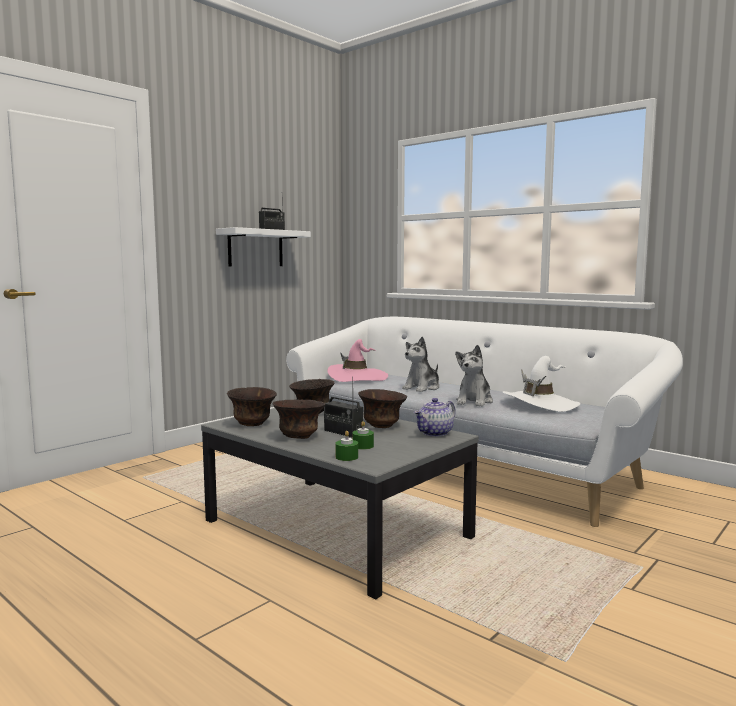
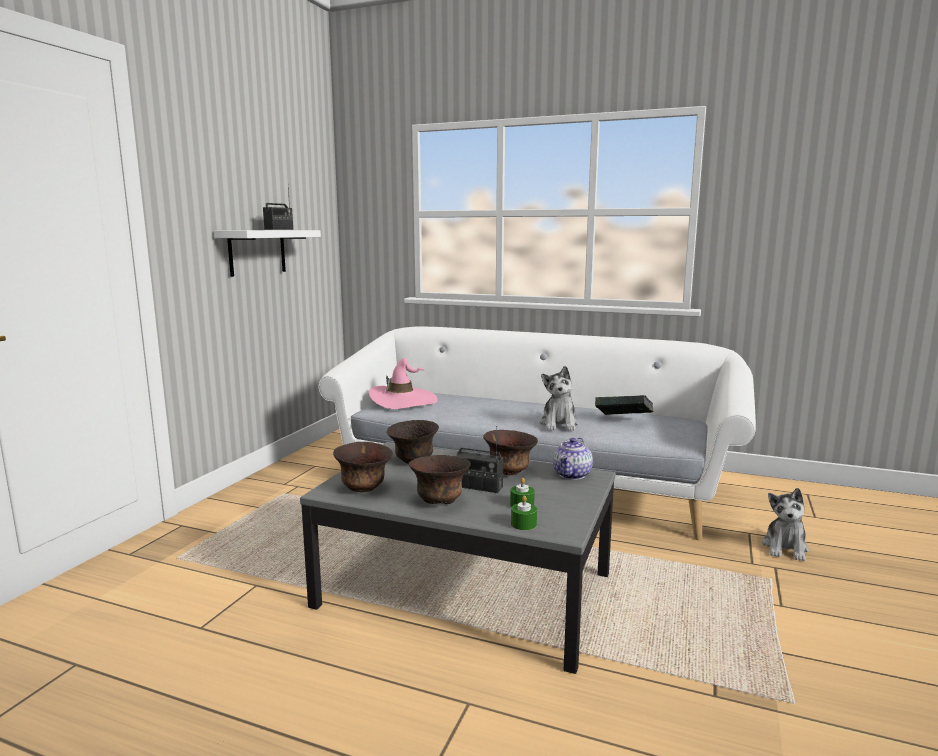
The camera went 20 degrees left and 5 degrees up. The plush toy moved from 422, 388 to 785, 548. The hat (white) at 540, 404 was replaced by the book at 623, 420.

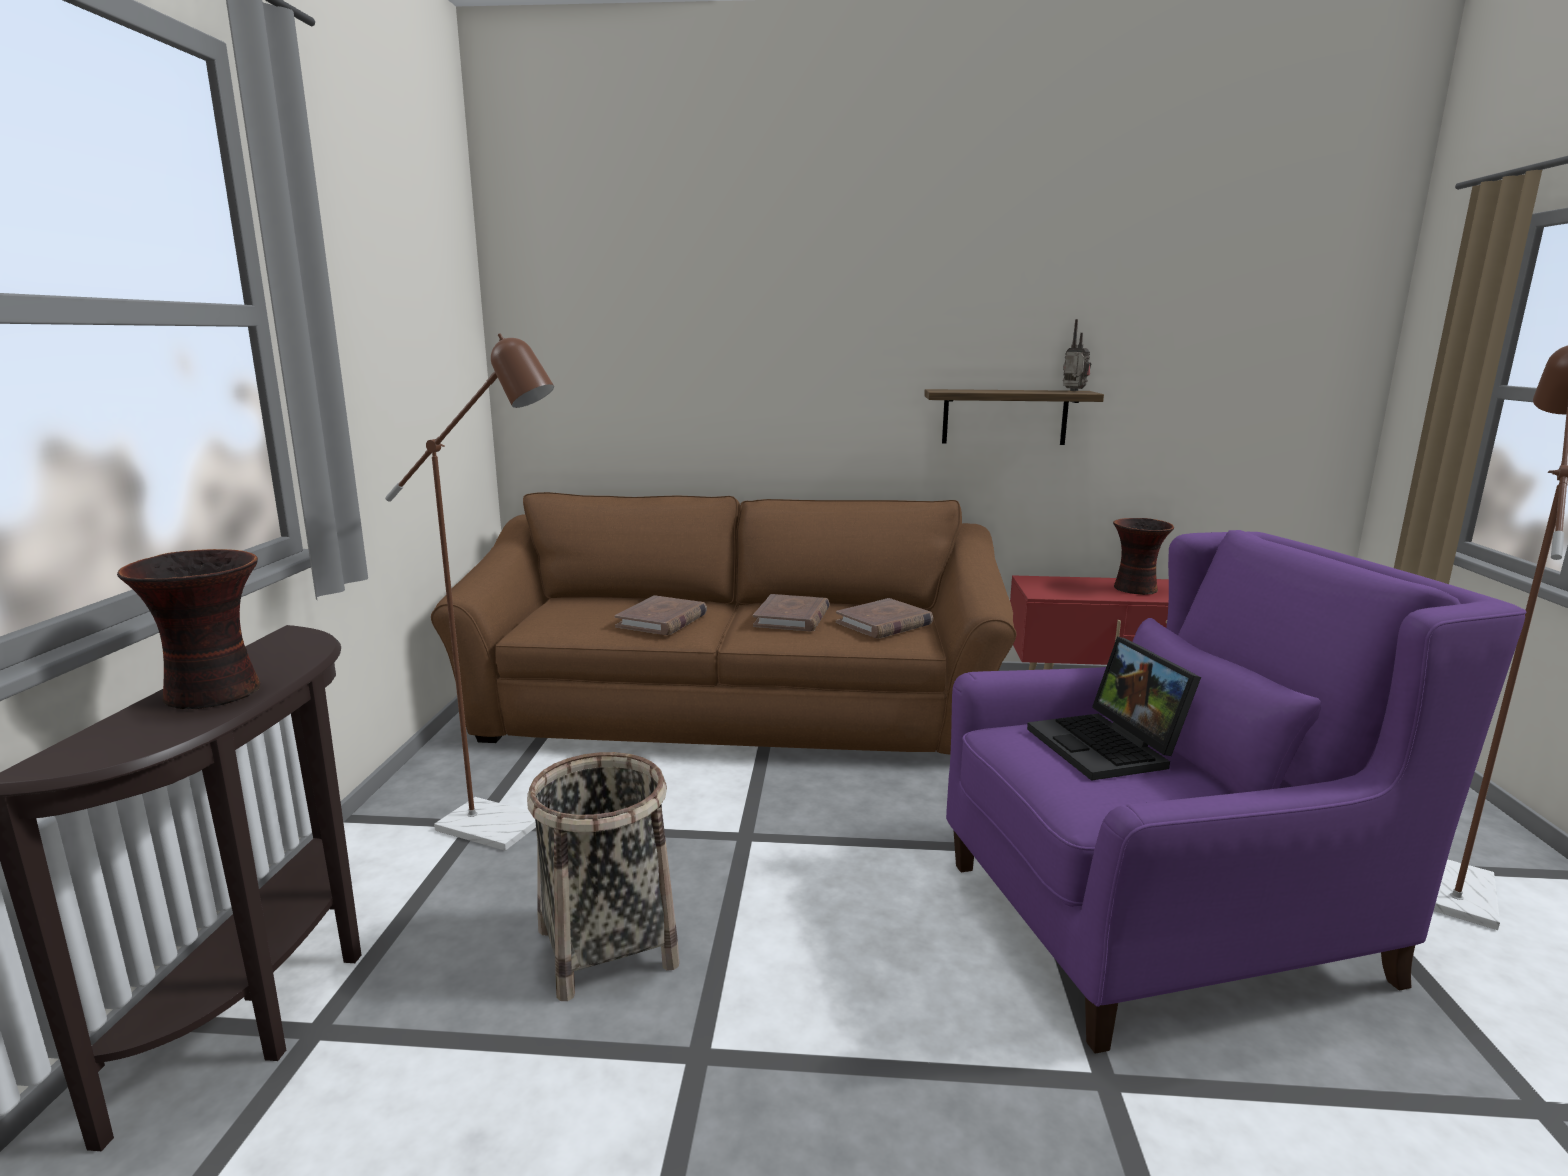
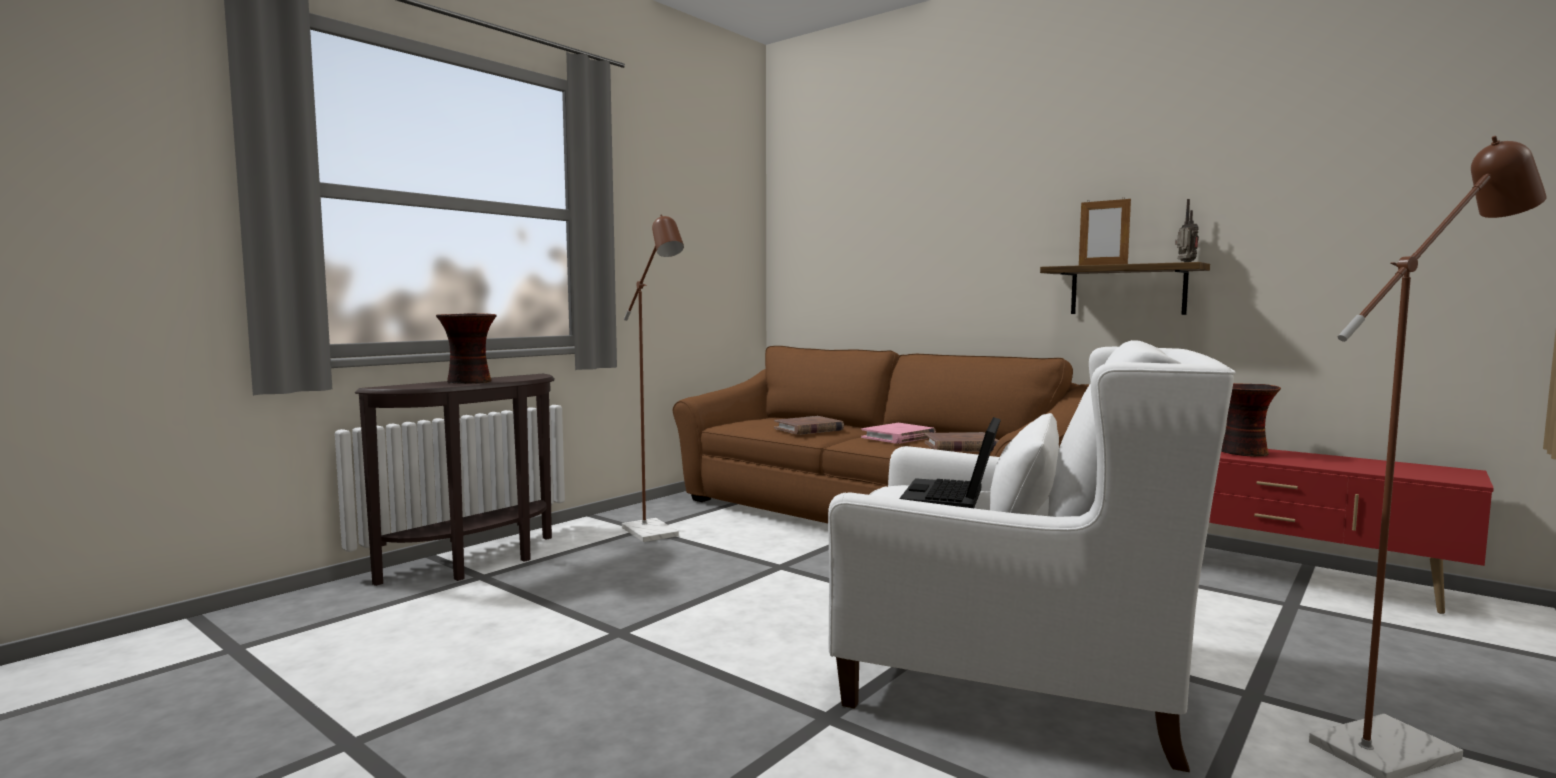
The camera went 35 degrees right and 10 degrees down. The basket at 608, 947 disappeared. The picture frame at 1102, 264 appeared. The book (brown) at 792, 617 became the book (pink) at 898, 437. The armchair (purple) at 1158, 922 became the armchair (white) at 1011, 675.

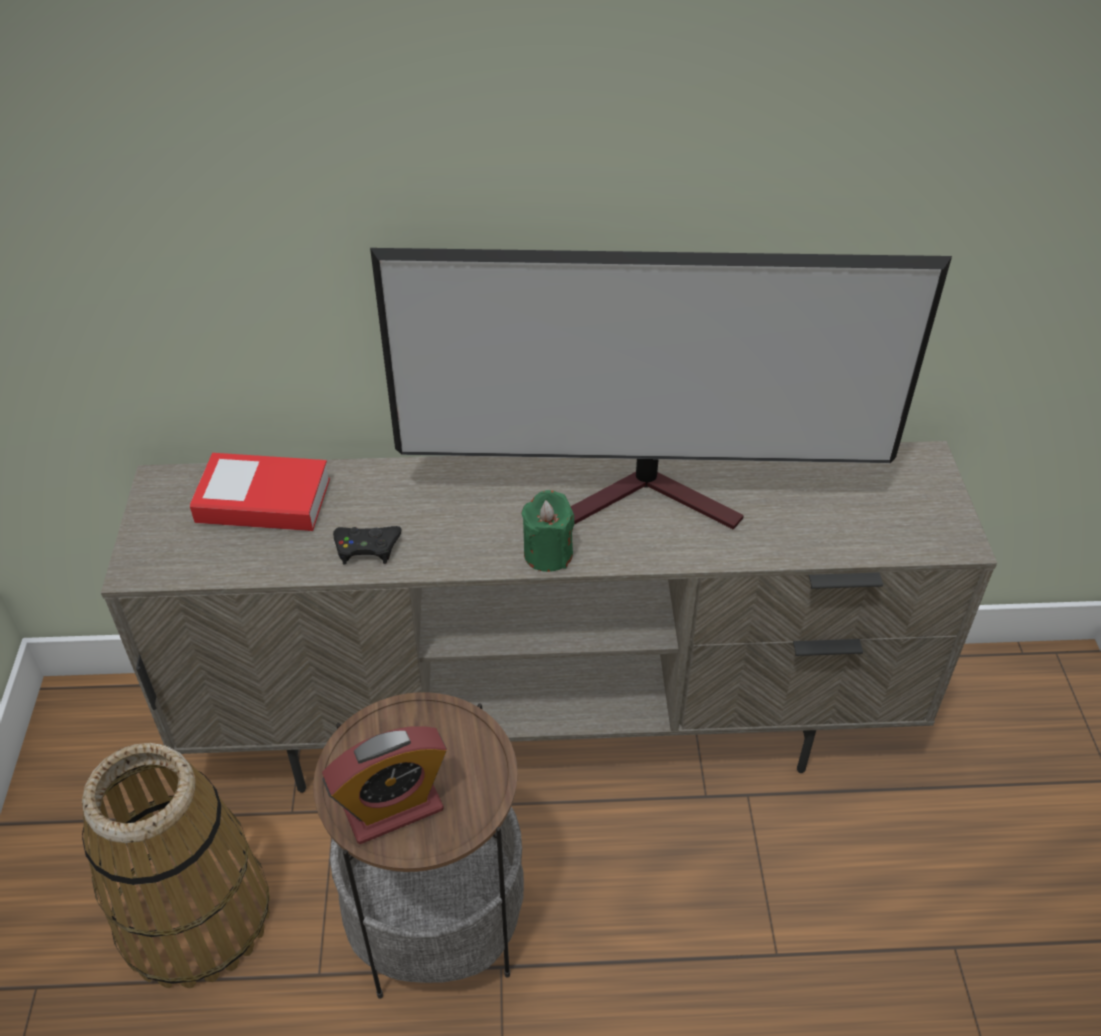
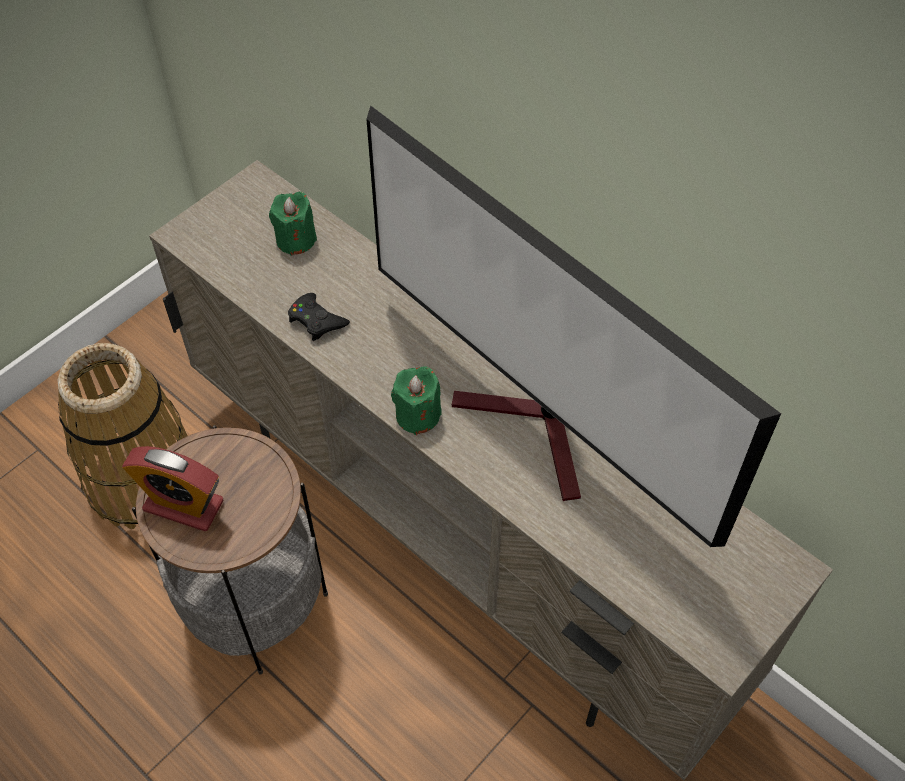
The camera went 45 degrees right and 10 degrees up. The book at 263, 501 was replaced by the candle (green) at 296, 240.

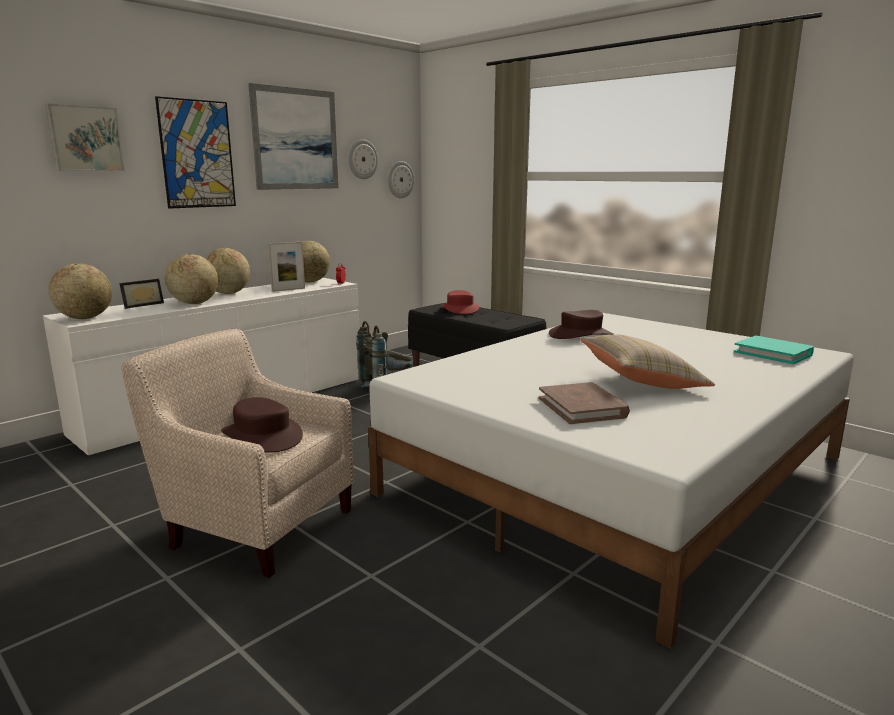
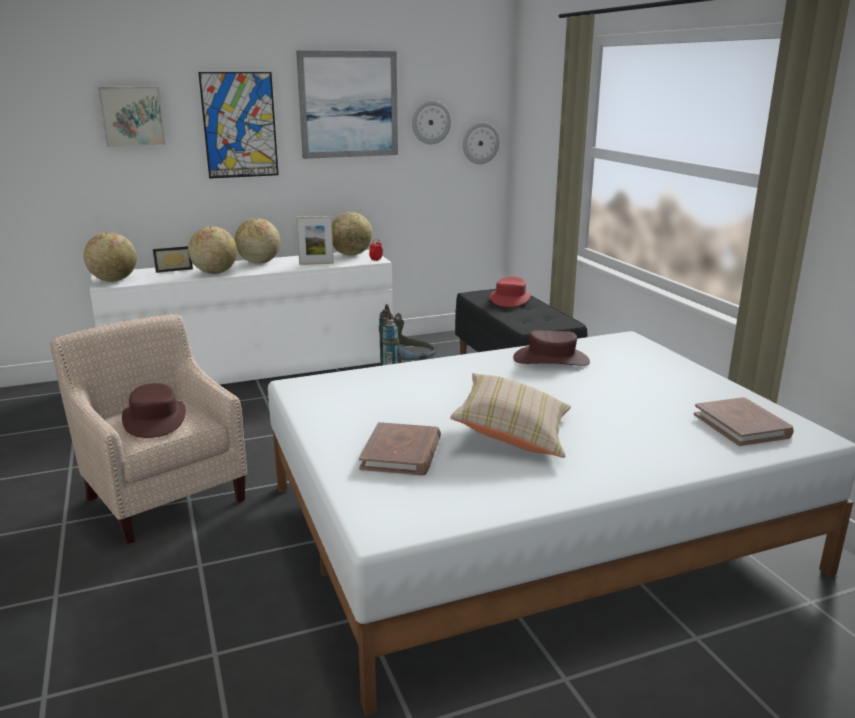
The camera went 25 degrees right and 5 degrees up. The book (turquoise) at 773, 353 became the book (brown) at 742, 425.

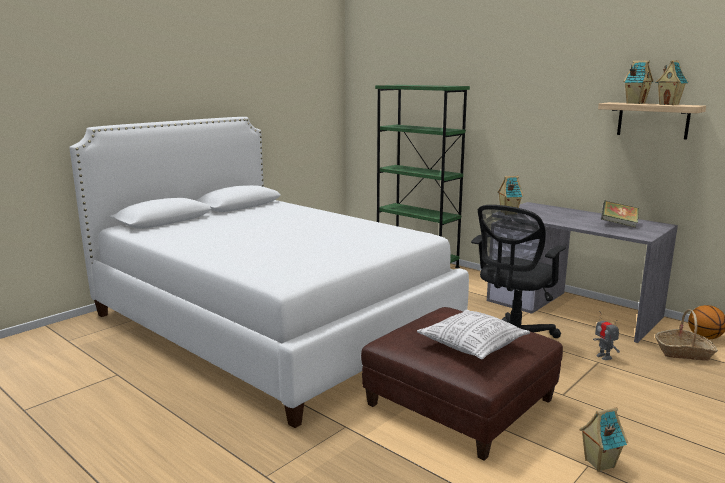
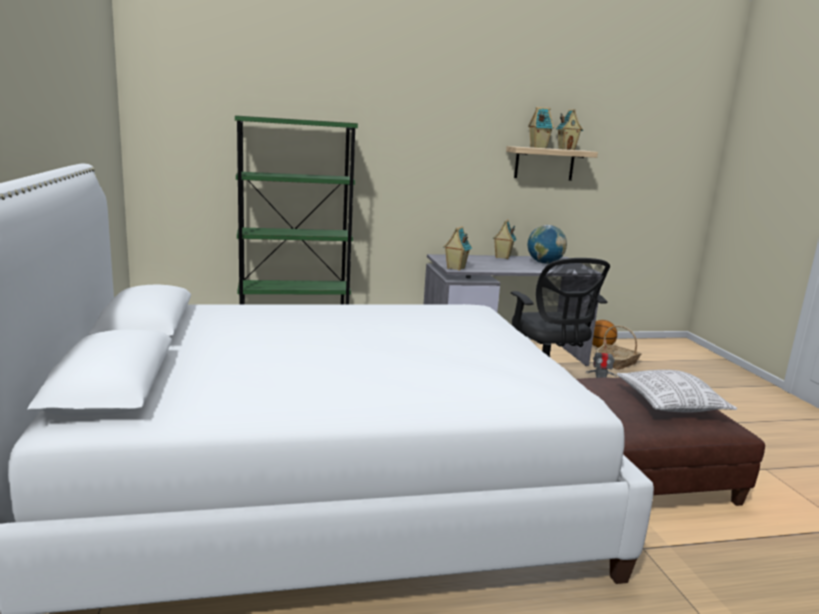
The camera went 55 degrees left and 0 degrees up. The toy house moved from 598, 463 to 502, 257. The book at 618, 224 was replaced by the globe at 544, 263.

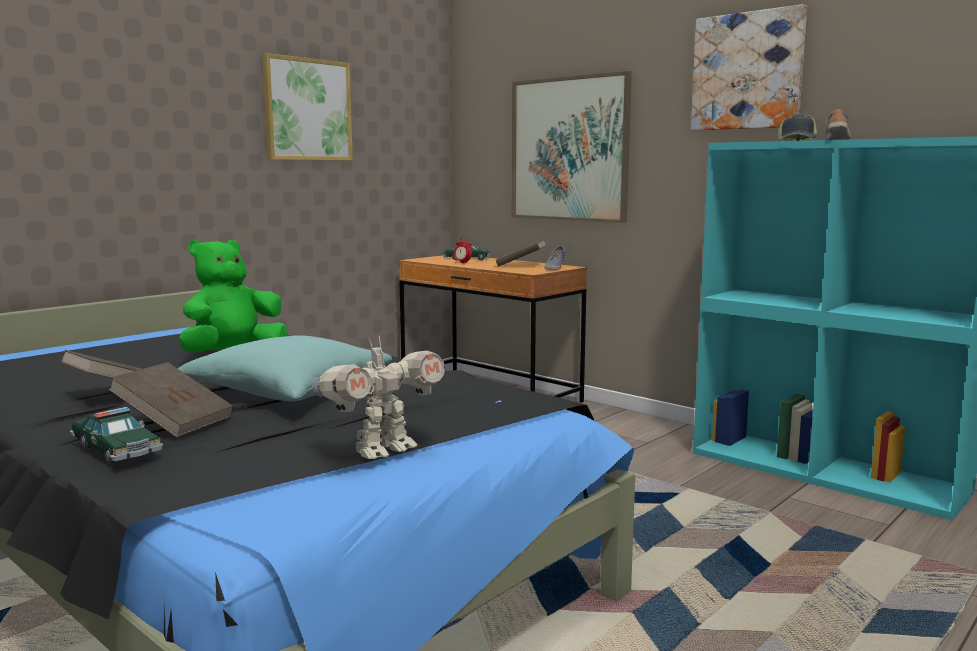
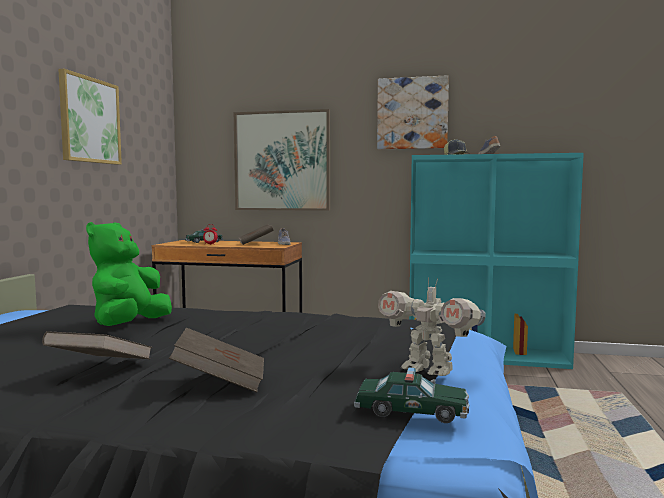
The camera went 30 degrees left and 5 degrees down. The pillow (turquoise) at 289, 392 disappeared. The toy car moved from 116, 450 to 411, 411. The toy robot at 382, 450 turned 105 degrees clockwise.

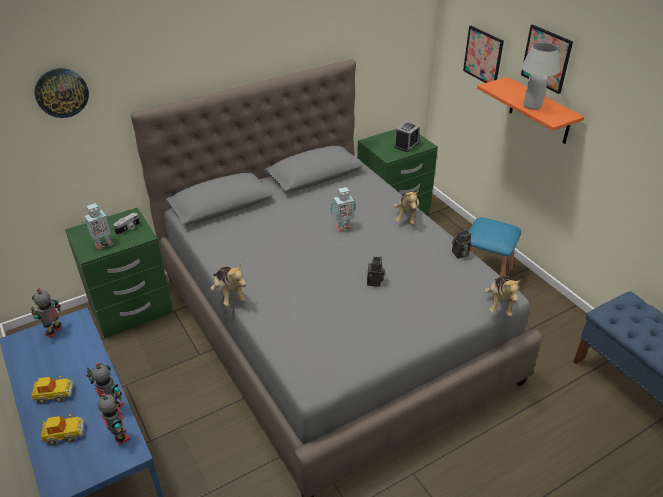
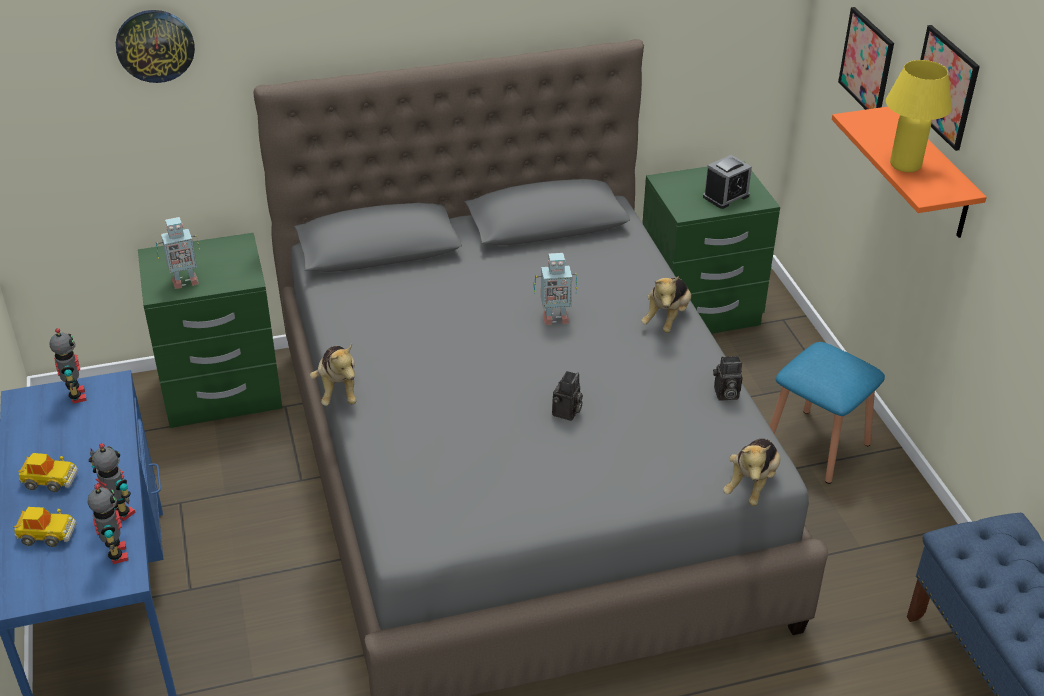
The camera went 15 degrees right and 0 degrees up. The photo camera at 128, 229 disappeared. The table lamp (white) at 532, 106 became the table lamp (yellow) at 905, 165. The toy robot at 54, 331 turned 120 degrees clockwise.

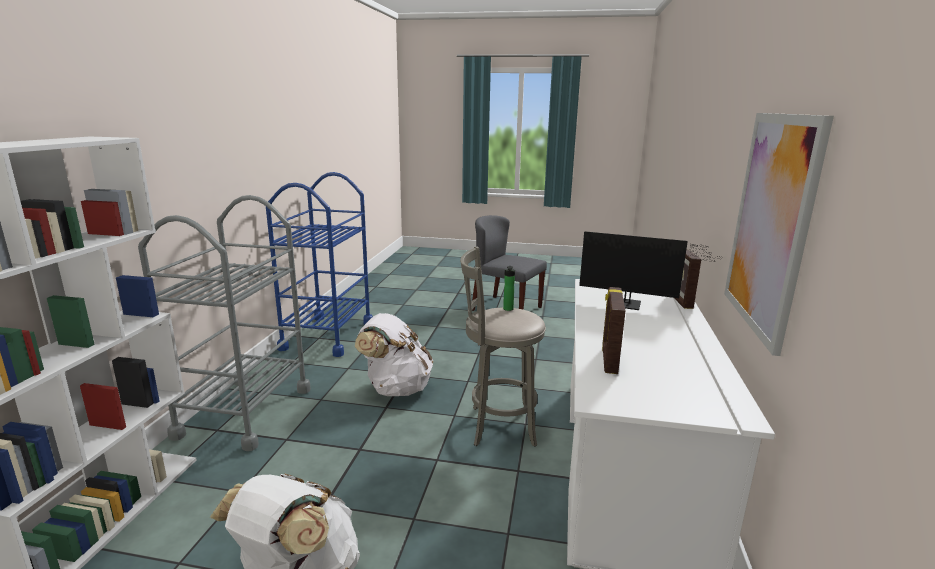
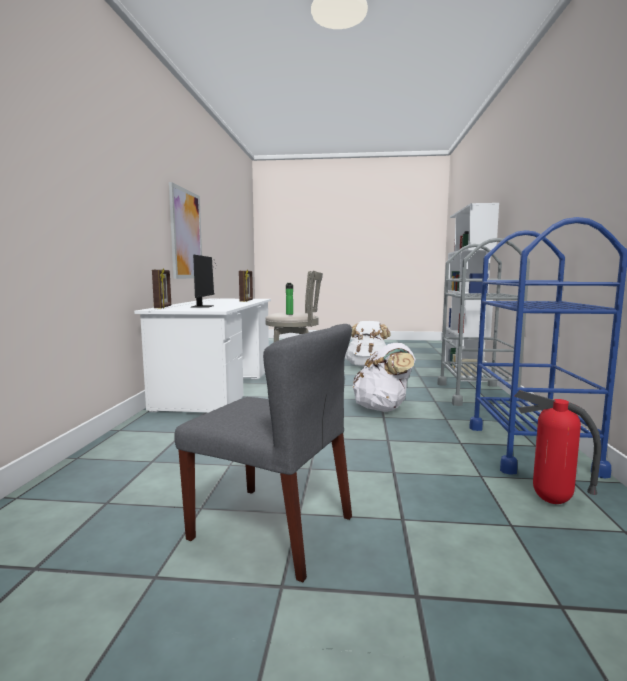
The camera went 175 degrees right and 10 degrees down. The fire extinguisher at 551, 502 appeared. The monitor at 631, 305 turned 75 degrees clockwise.

